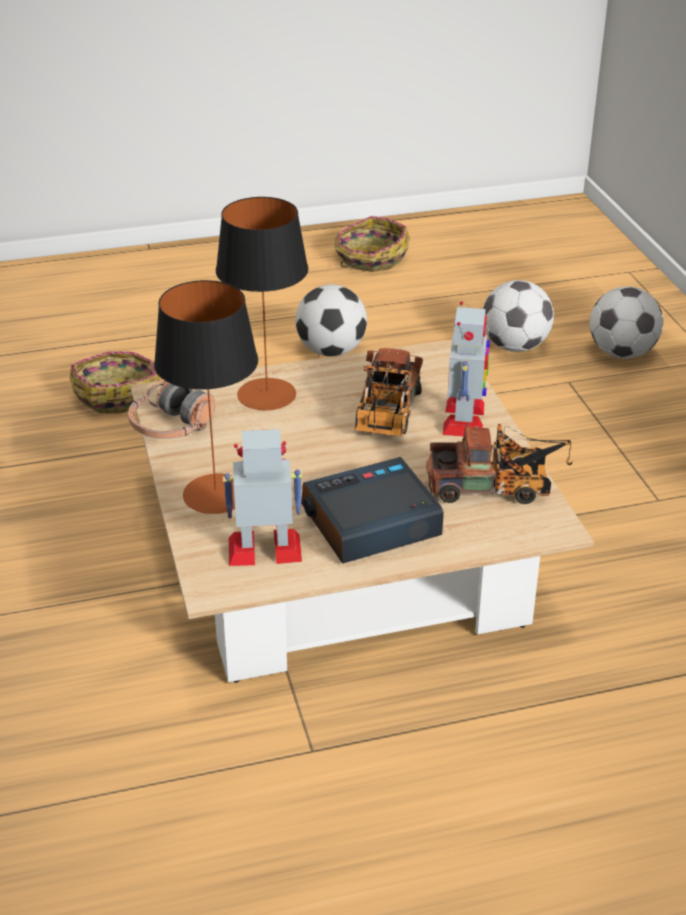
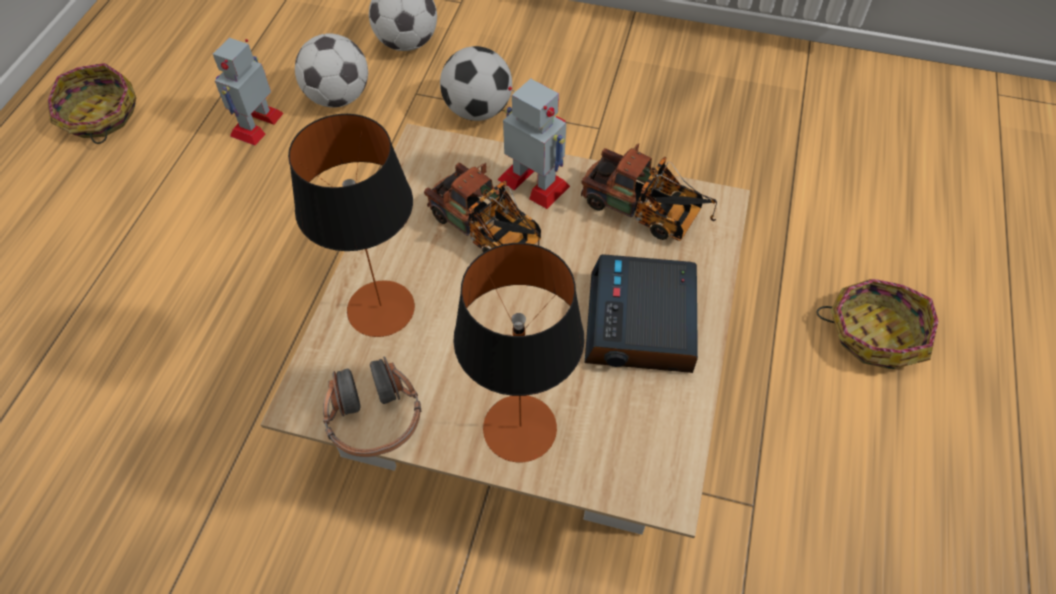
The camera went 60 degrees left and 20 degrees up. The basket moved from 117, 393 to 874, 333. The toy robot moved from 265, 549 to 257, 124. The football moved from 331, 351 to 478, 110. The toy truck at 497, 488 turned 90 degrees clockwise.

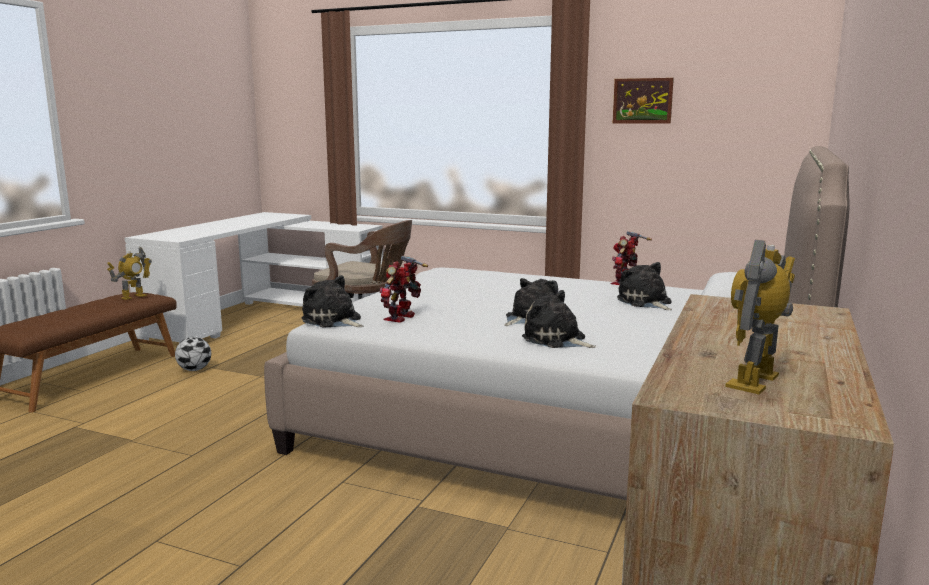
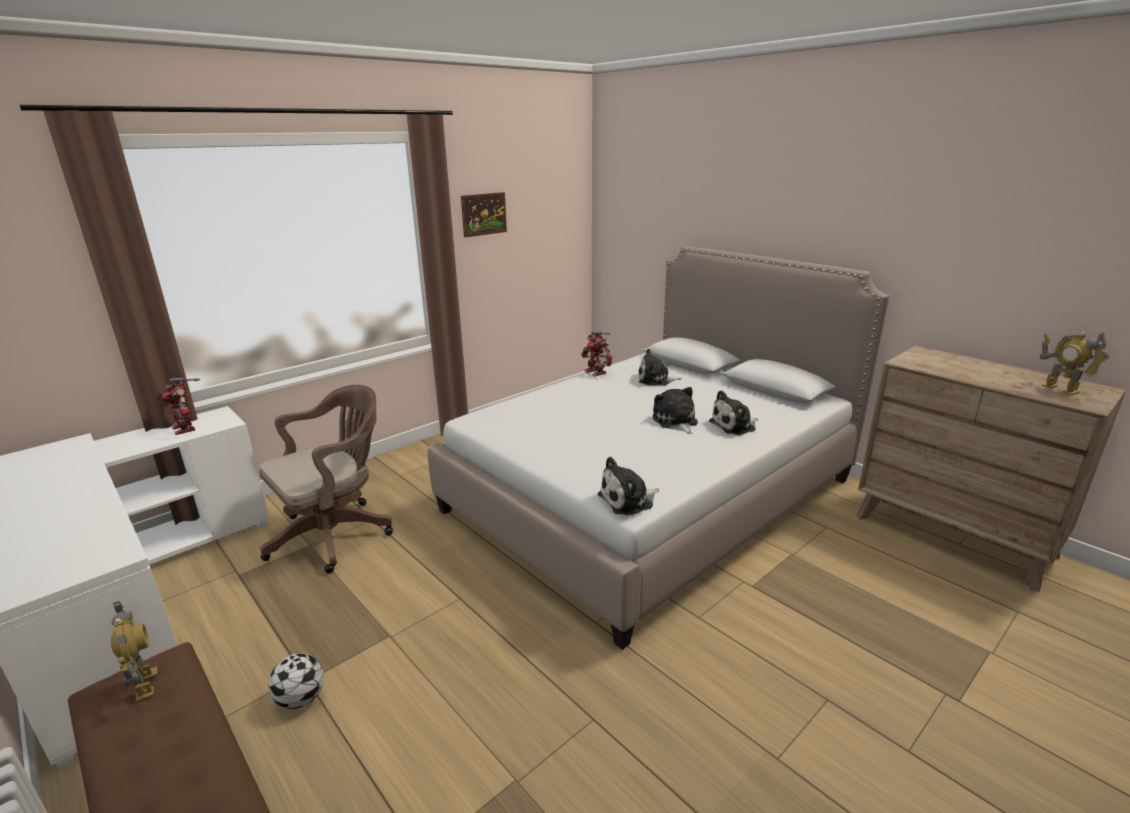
The camera went 65 degrees left and 10 degrees up. The toy robot moved from 401, 318 to 186, 428.

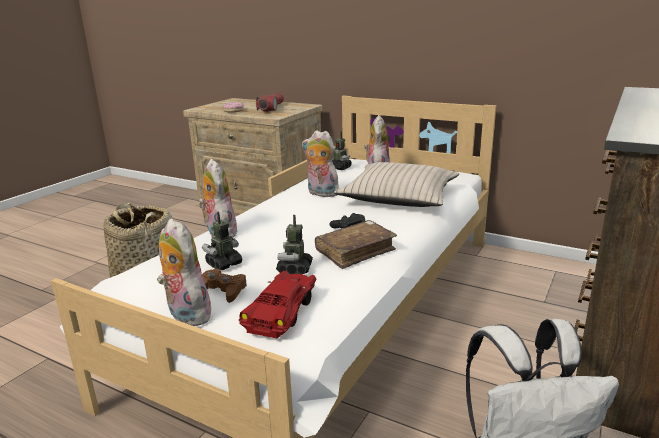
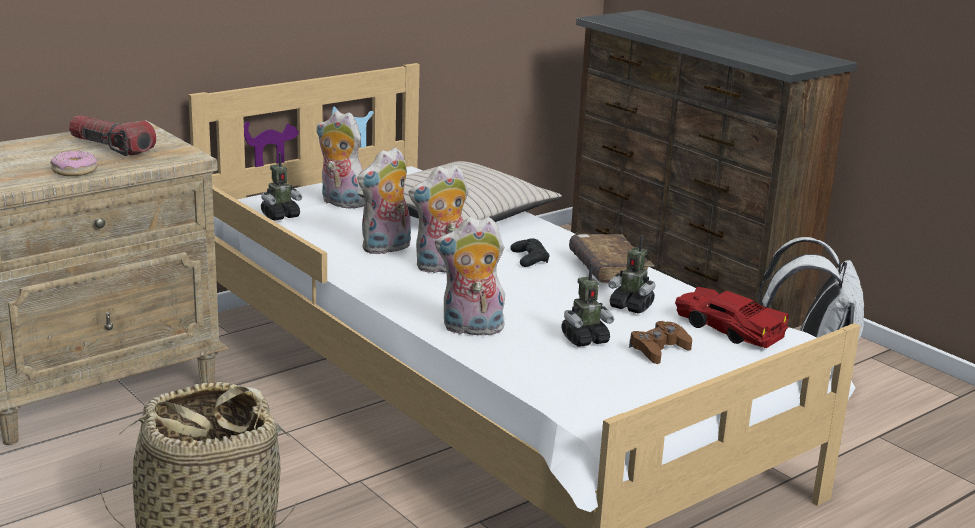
The camera went 70 degrees left and 0 degrees up. The plush toy moved from 185, 315 to 441, 268. The toy robot at 224, 264 turned 90 degrees counterclockwise.

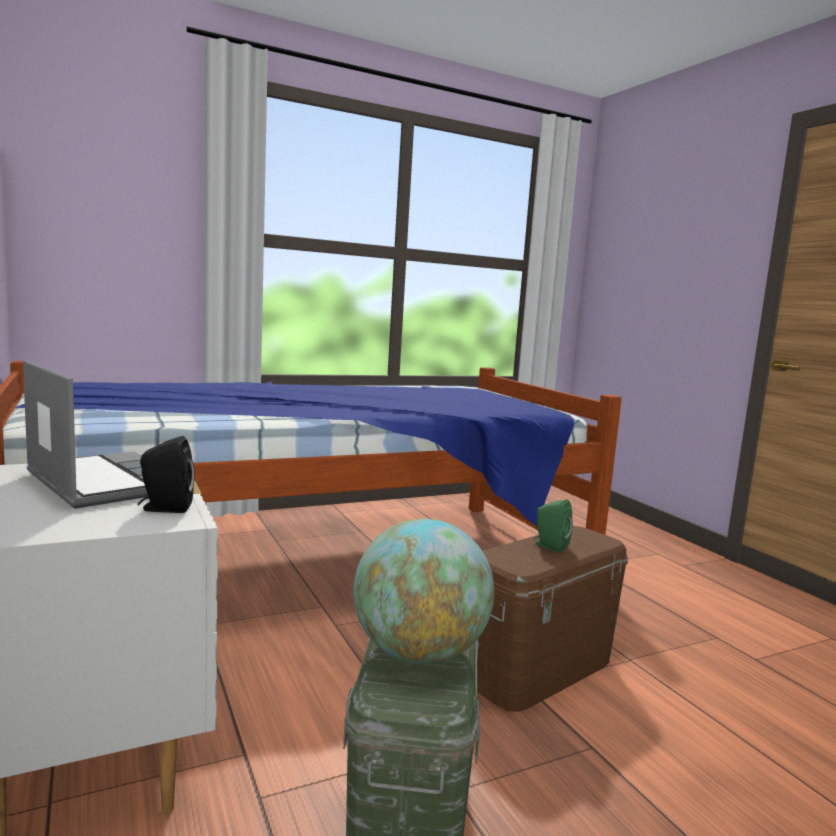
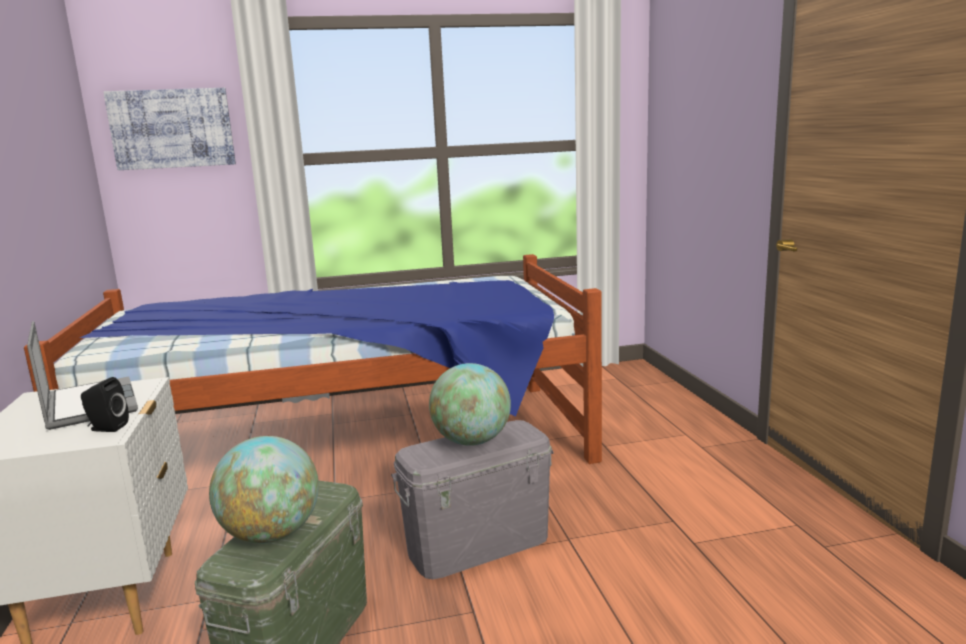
The camera went 15 degrees right and 5 degrees up. The picture at 172, 129 appeared. The speaker (green) at 549, 546 was replaced by the globe at 471, 441. The storage box (brown) at 539, 669 became the storage box (grey) at 478, 544.

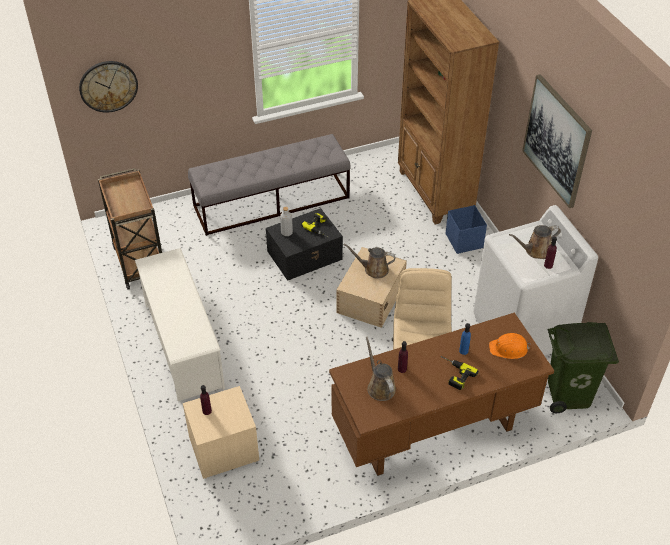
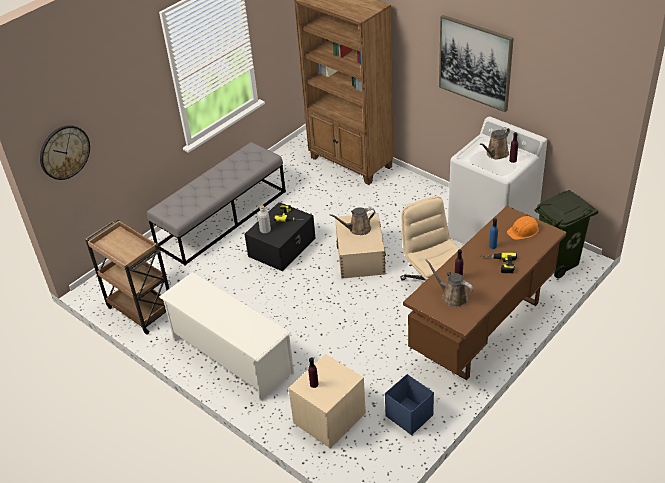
The camera went 25 degrees left and 5 degrees down. The storage box (blue) moved from 464, 240 to 409, 415.

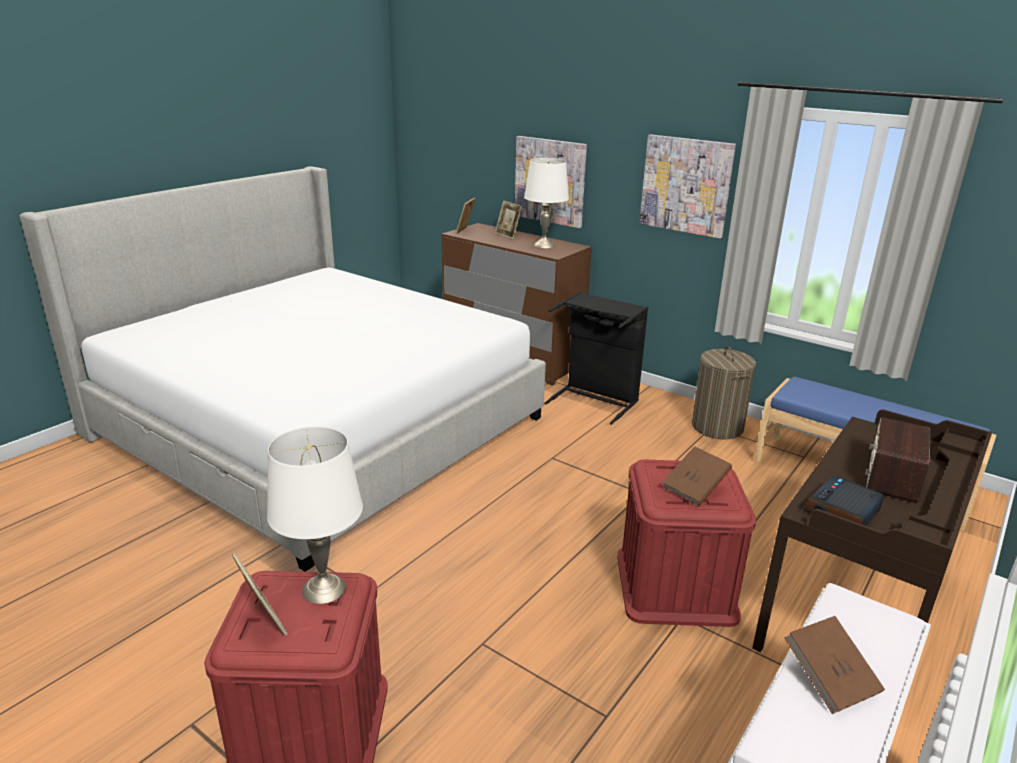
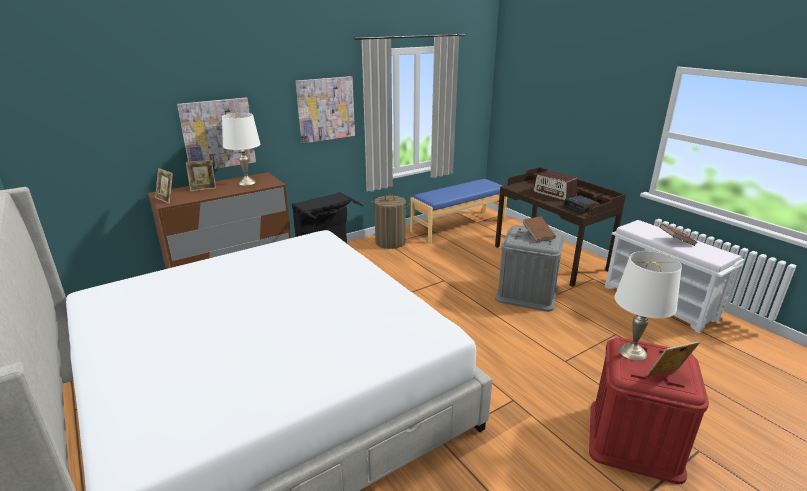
The camera went 70 degrees left and 0 degrees up. The storage box (red) at 675, 586 became the storage box (grey) at 527, 292.

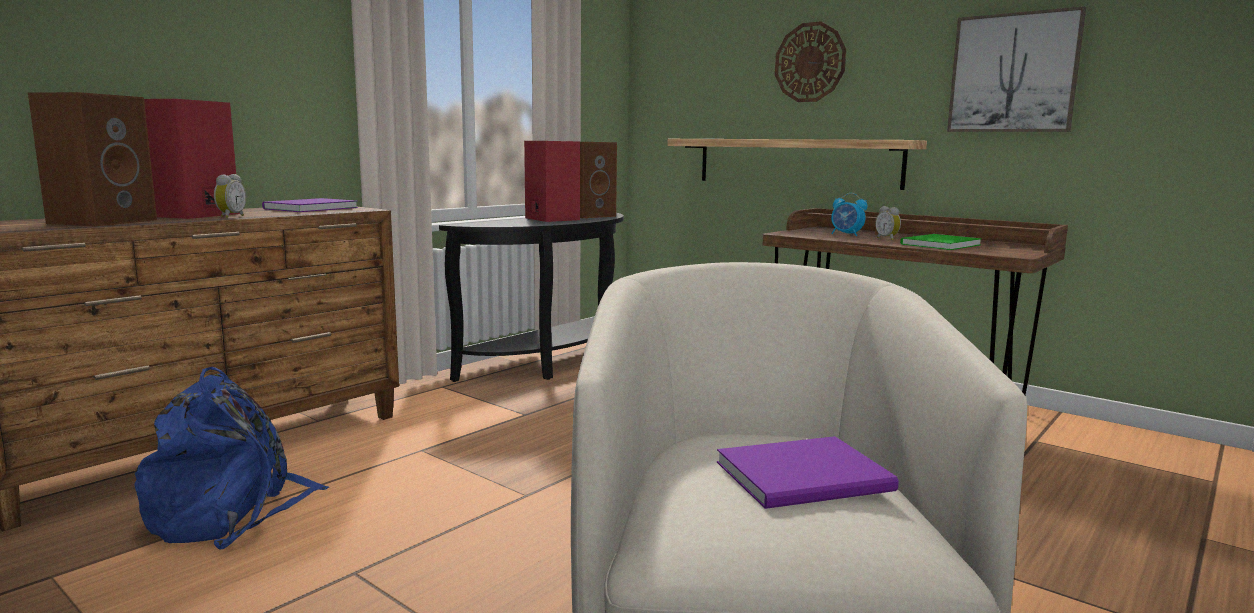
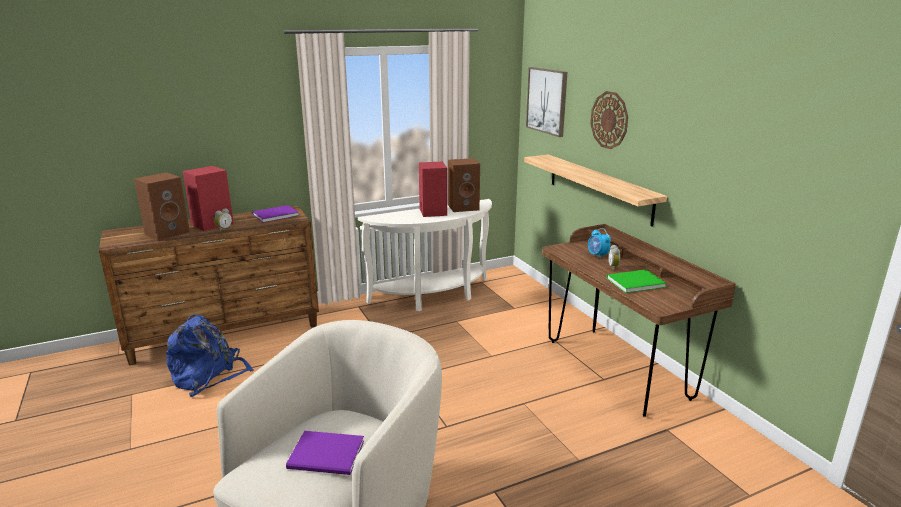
The camera went 25 degrees right and 10 degrees up. The picture moved from 1013, 73 to 547, 101. The console table (black) at 555, 363 became the console table (white) at 435, 297.

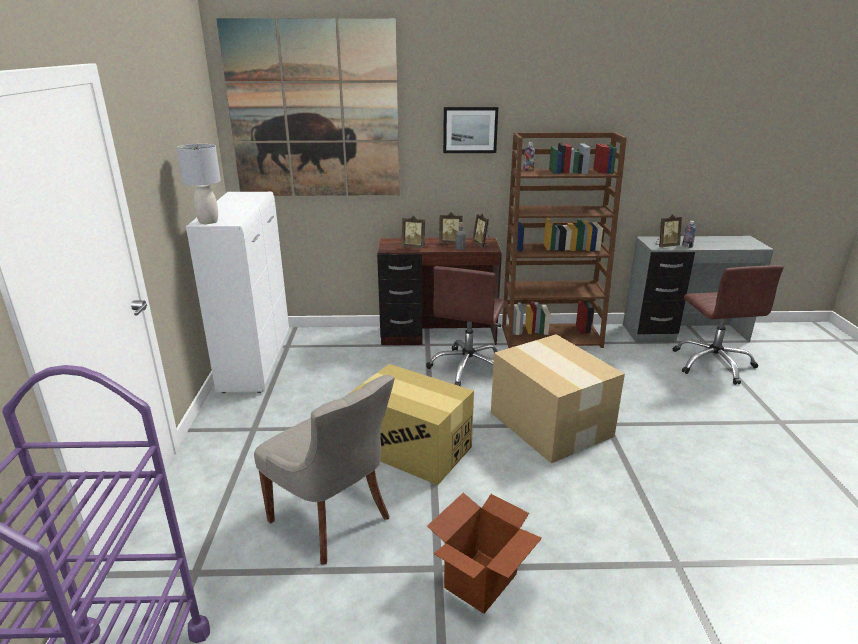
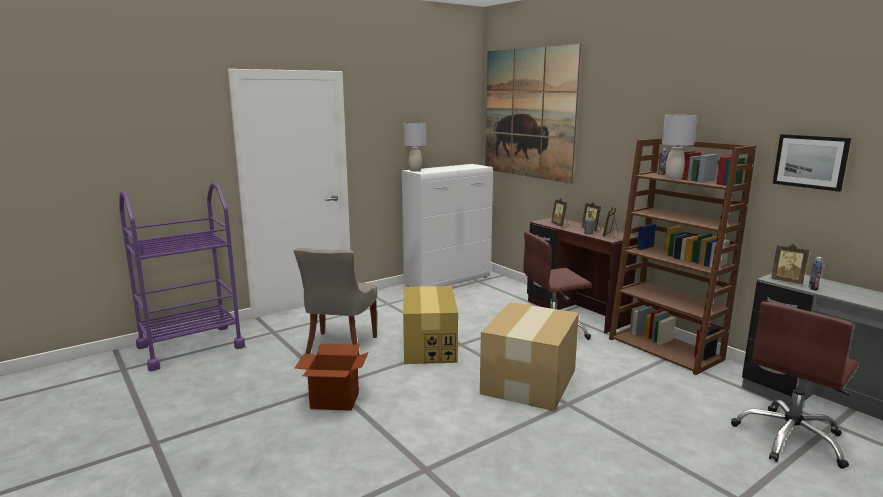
The camera went 55 degrees right and 10 degrees down. The table lamp (grey) at 674, 178 appeared. The picture moved from 470, 130 to 810, 161.

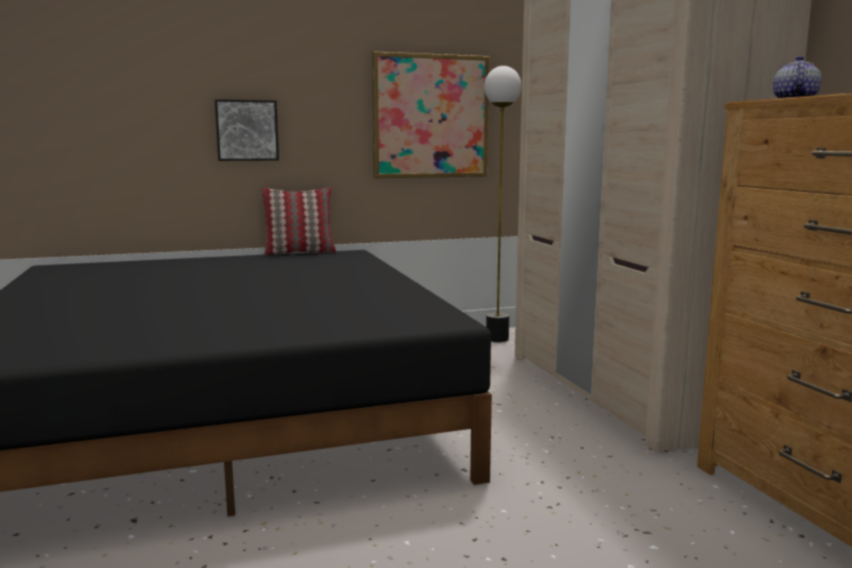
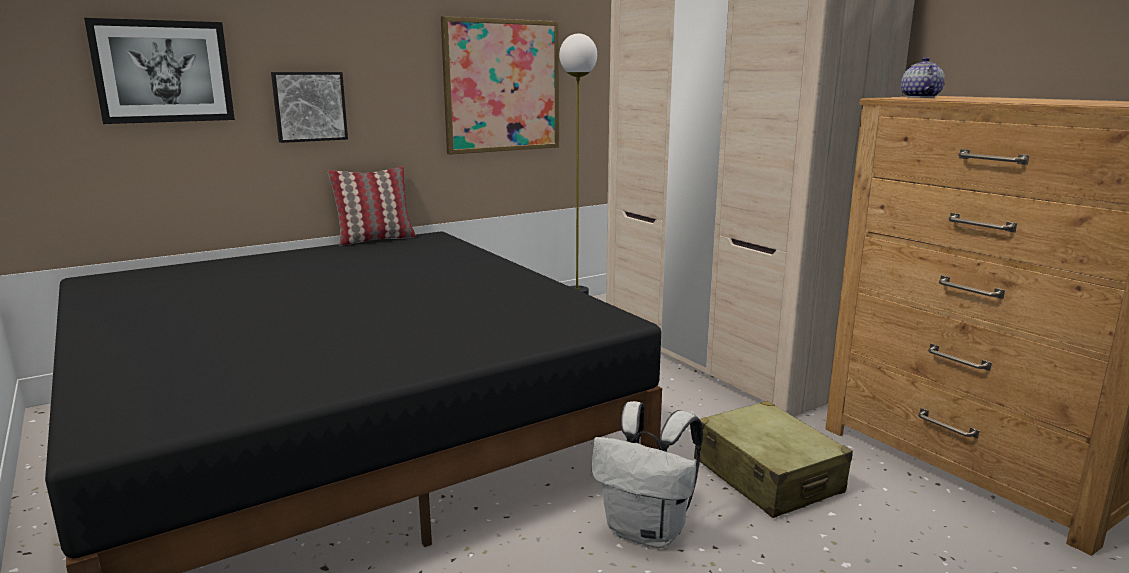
The camera went 15 degrees left and 5 degrees up. The picture at 163, 71 appeared. The backpack (white) at 647, 531 appeared. The suitcase (beige) at 767, 476 appeared.

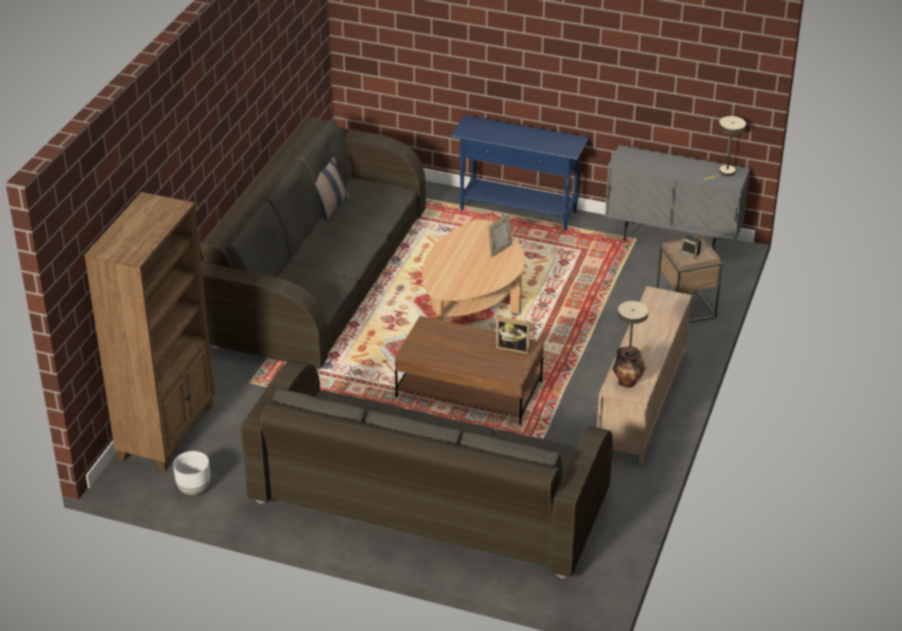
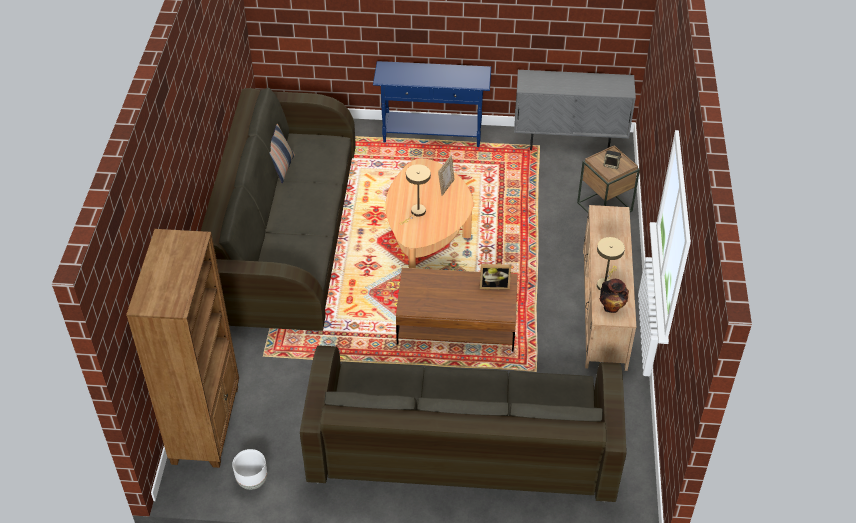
The camera went 15 degrees left and 10 degrees up. The table lamp (beige) moved from 724, 173 to 416, 213.

